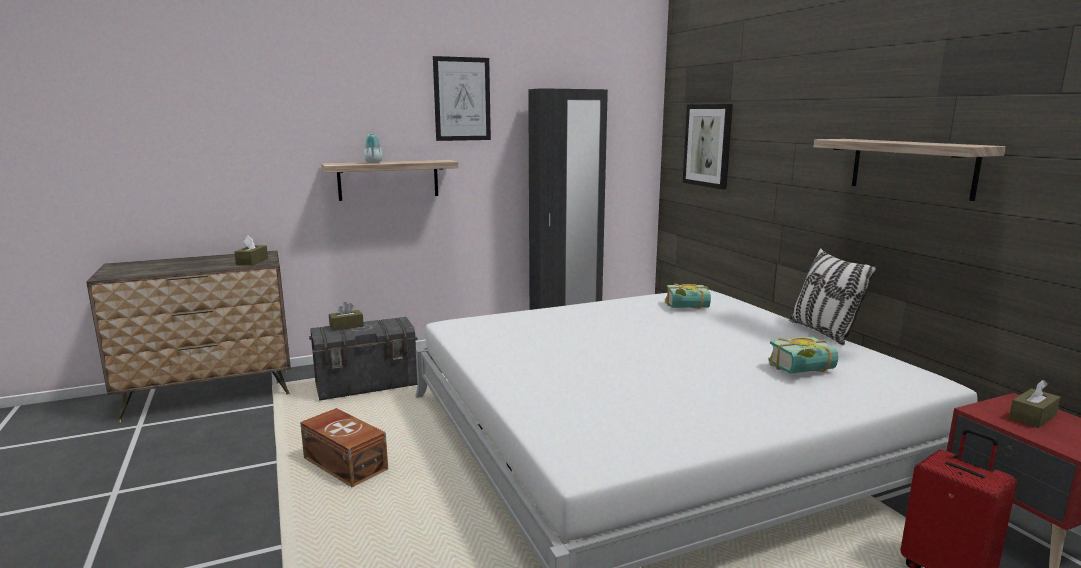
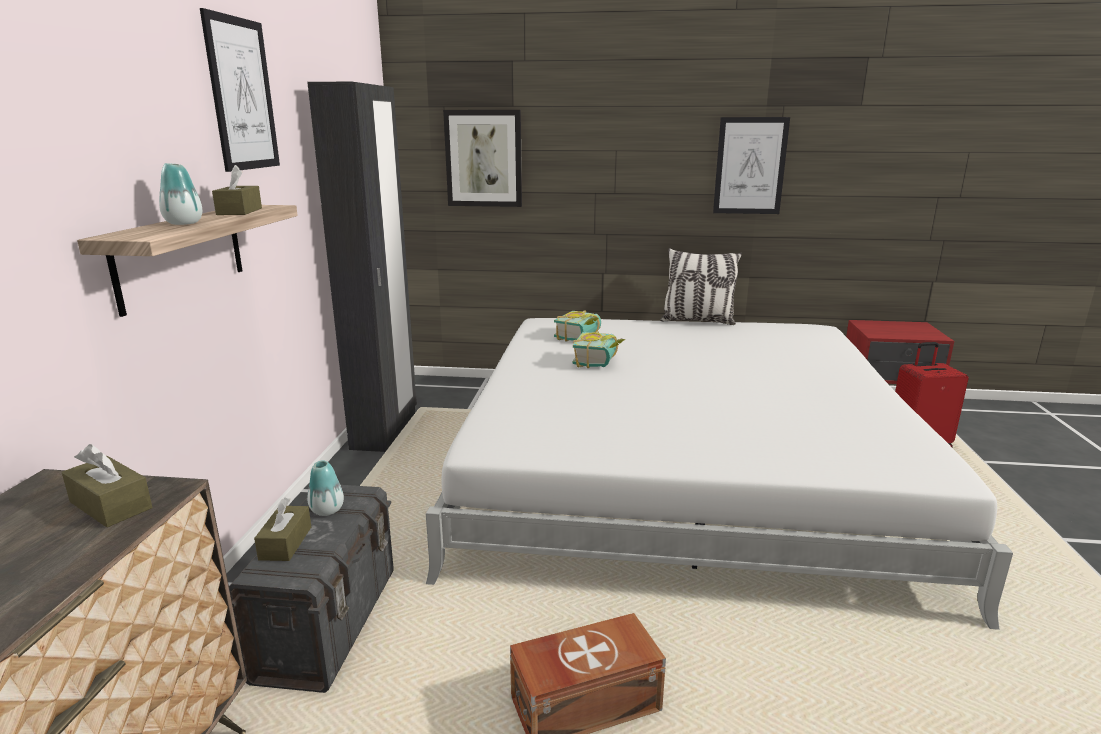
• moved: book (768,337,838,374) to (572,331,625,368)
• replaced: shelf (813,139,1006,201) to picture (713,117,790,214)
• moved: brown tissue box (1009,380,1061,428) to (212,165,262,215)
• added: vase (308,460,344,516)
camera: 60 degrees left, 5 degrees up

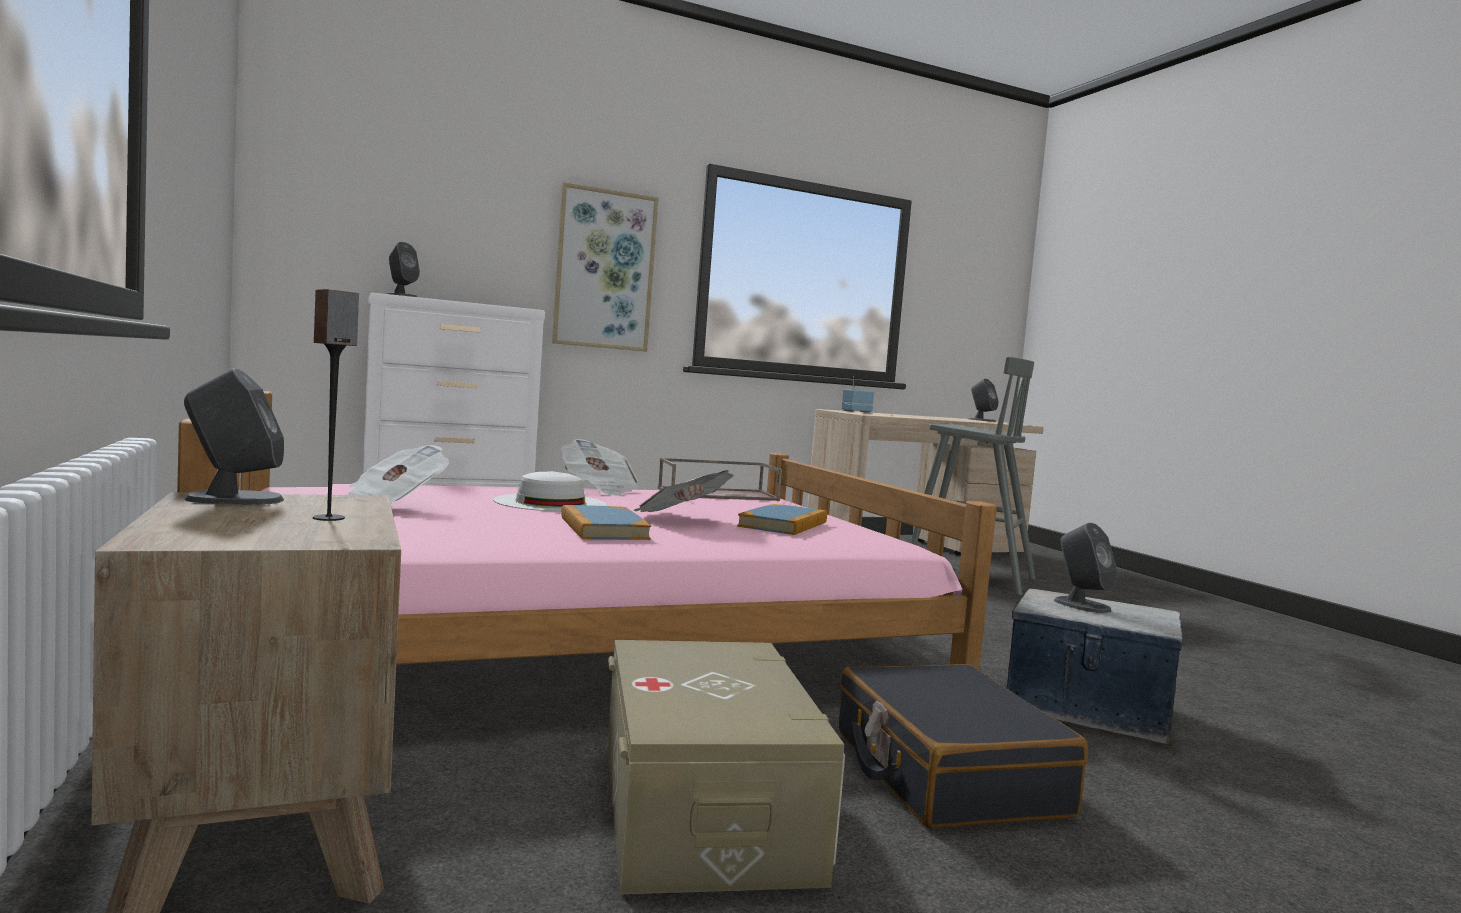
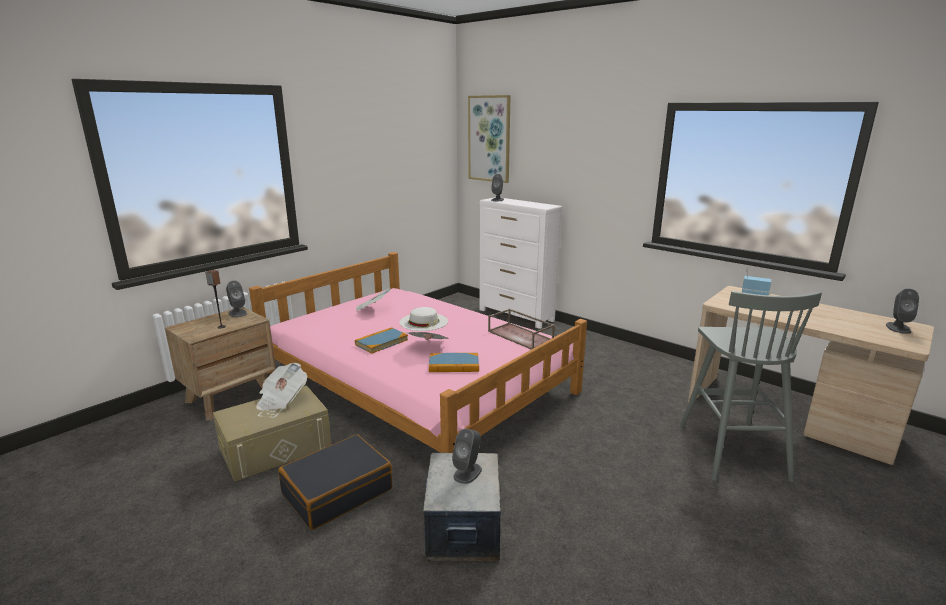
• moved: picture (552,182,659,351) to (468,95,511,183)
• moved: newspaper (561,439,640,496) to (256,363,307,410)
camera: 65 degrees right, 15 degrees up

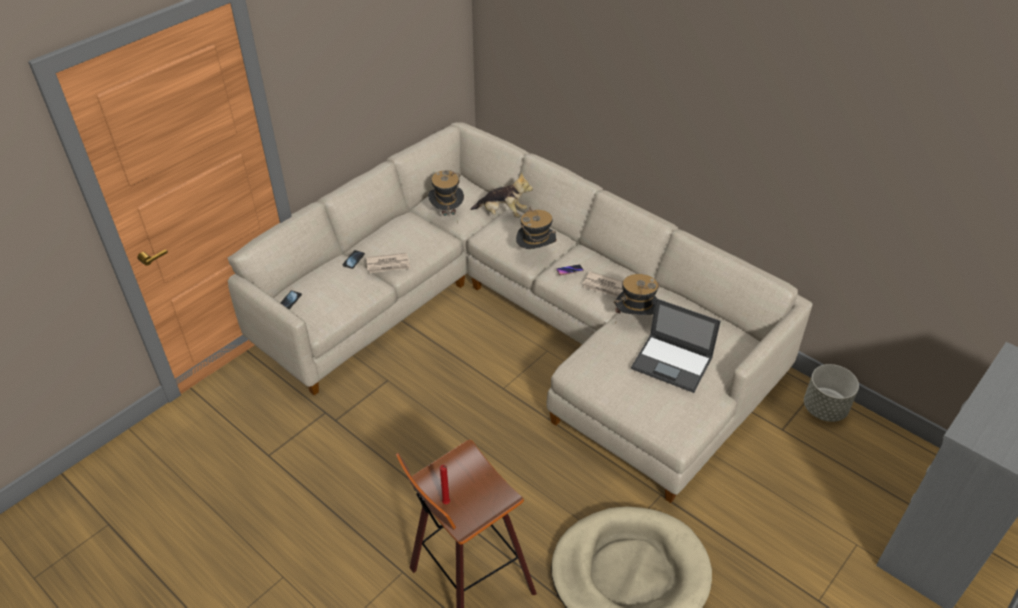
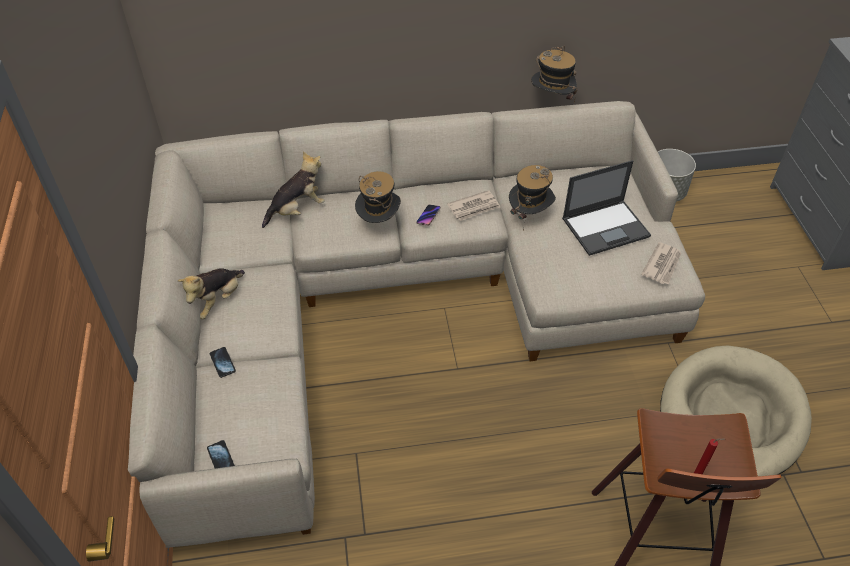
• moved: newspaper (366,253,411,273) to (641,242,681,284)
• moved: hat (428,170,464,223) to (531,46,577,103)
• added: plush toy (178,268,245,319)
camera: 50 degrees left, 5 degrees up

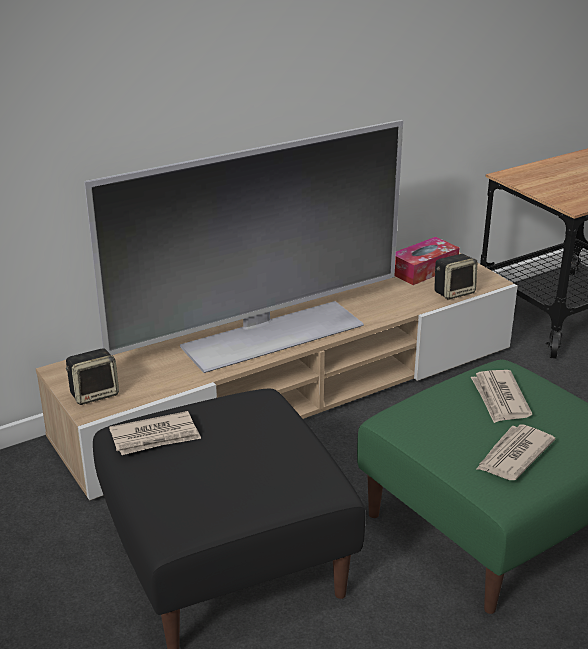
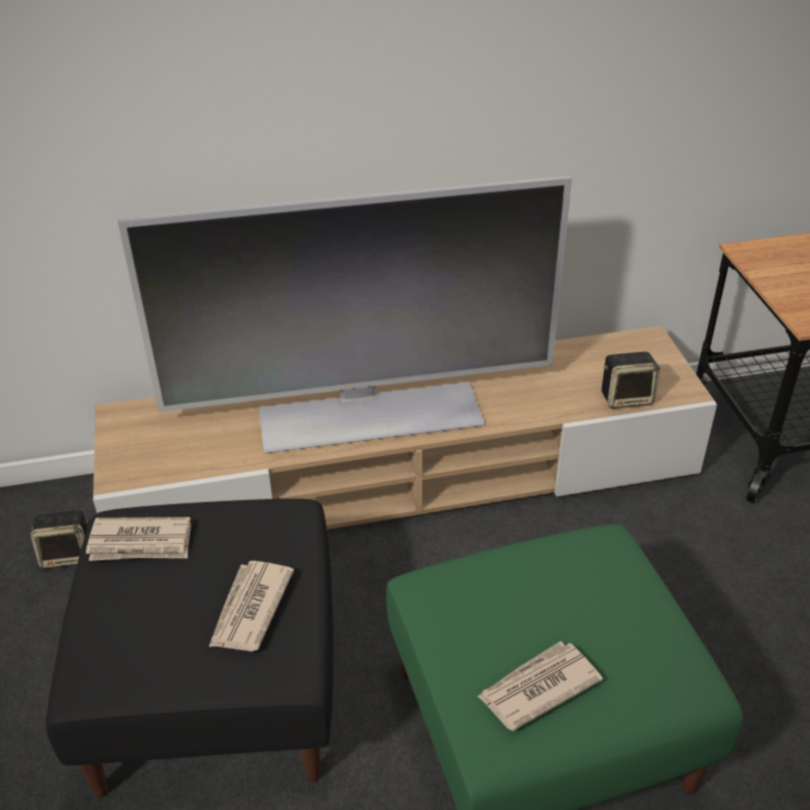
• moved: speaker (66,348,119,405) to (31,510,88,569)
• removed: tissue box (394,237,459,285)
• moved: newspaper (471,370,532,423) to (209,561,294,651)
camera: 20 degrees right, 10 degrees up

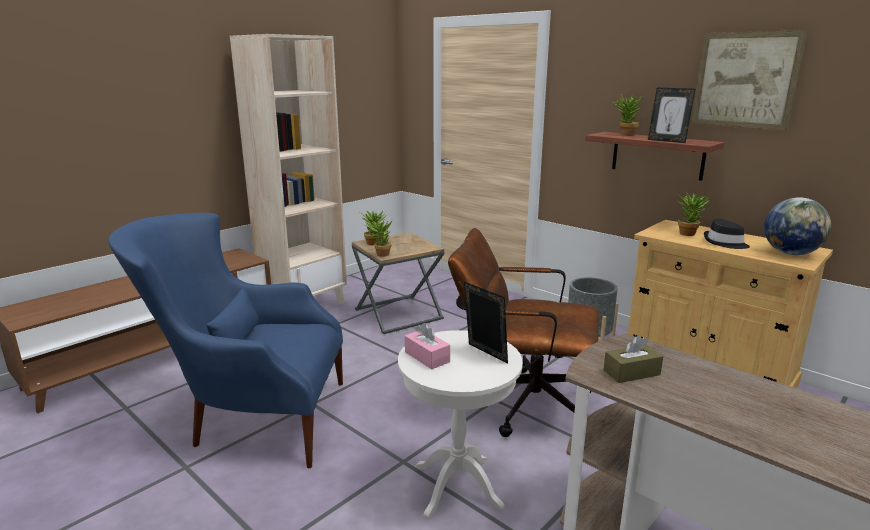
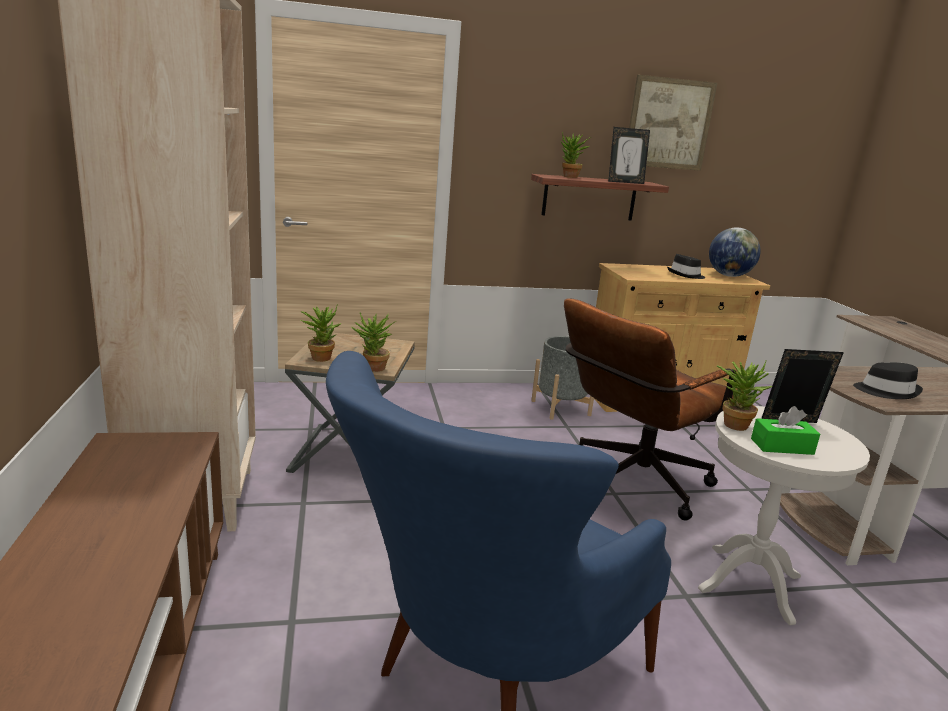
• recoloured: pink tissue box (405,323,450,369) to green tissue box (751,406,820,455)
• replaced: brown tissue box (604,336,663,383) to black hat (853,362,923,399)
• moved: potted plant (676,193,710,236) to (717,361,772,431)
camera: 55 degrees left, 0 degrees up

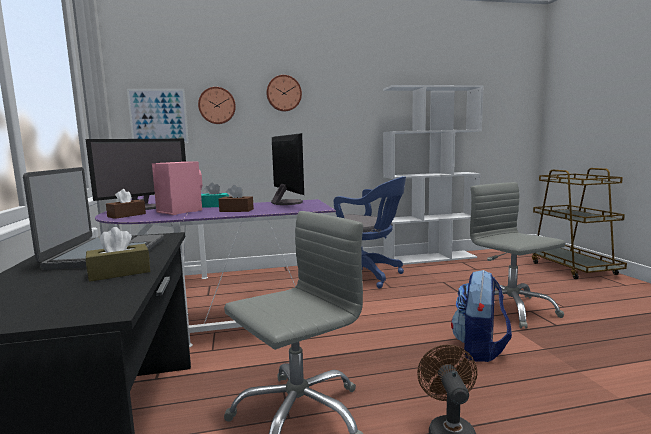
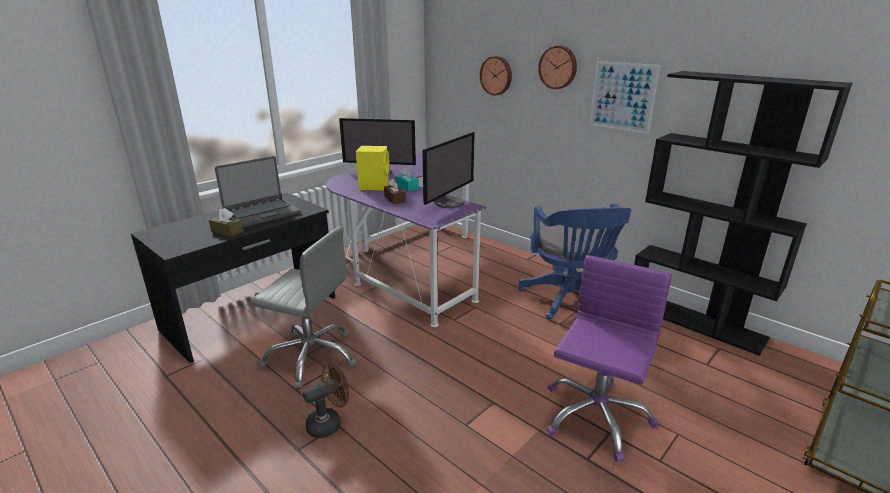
• removed: brown tissue box (106,189,146,219)
• moved: picture (127,89,189,143) to (589,61,660,134)
• recoloured: pink speaker (152,162,202,215) to yellow speaker (356,146,390,190)
• recoloured: white bookcase (383,85,484,265) to black bookcase (634,71,852,356)
• removed: backpack (451,270,512,362)
• recoloured: grey office chair (470,182,566,329) to purple office chair (546,255,672,462)
camera: 55 degrees right, 15 degrees up

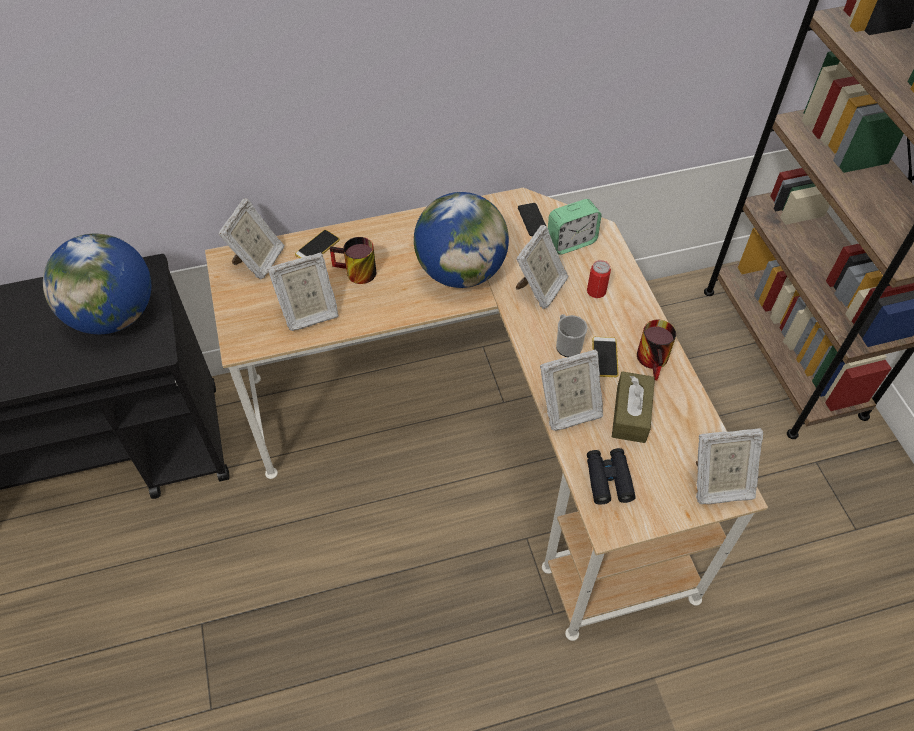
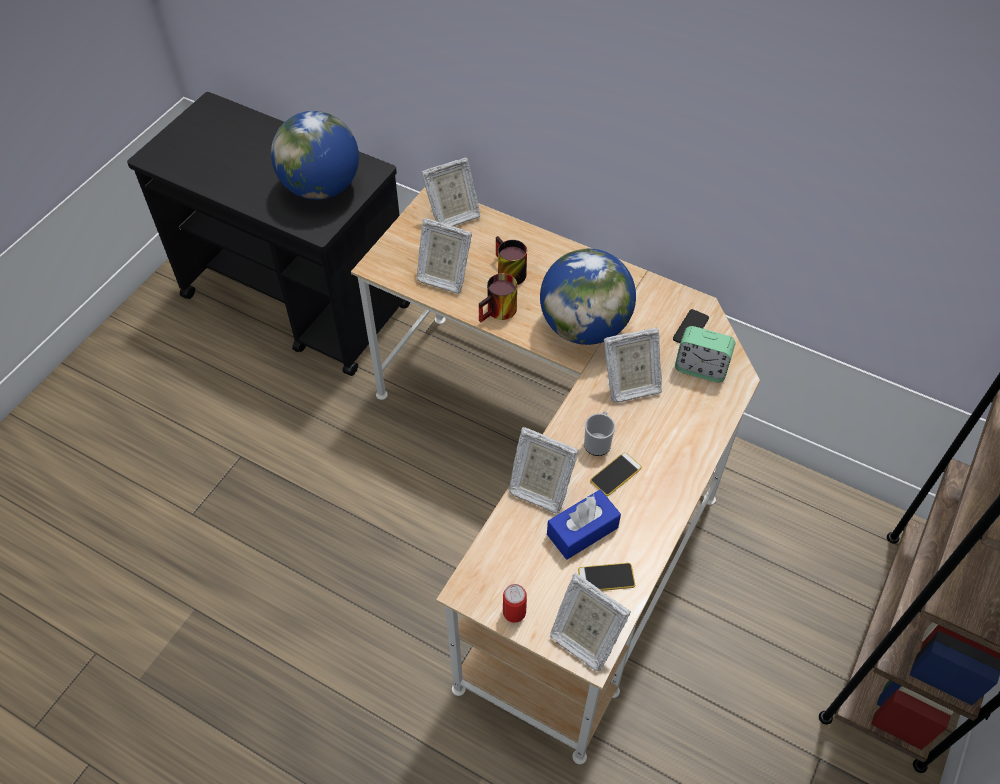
• moved: phone (295,230,340,258) to (578,563,635,591)
• moved: can (587,260,611,298) to (503,584,527,623)
• removed: black binoculars (587,448,636,505)
• recoloured: brown tissue box (612,372,655,443) to blue tissue box (547,490,621,560)
• moved: mug (637,319,676,380) to (479,273,517,322)
camera: 45 degrees right, 0 degrees up

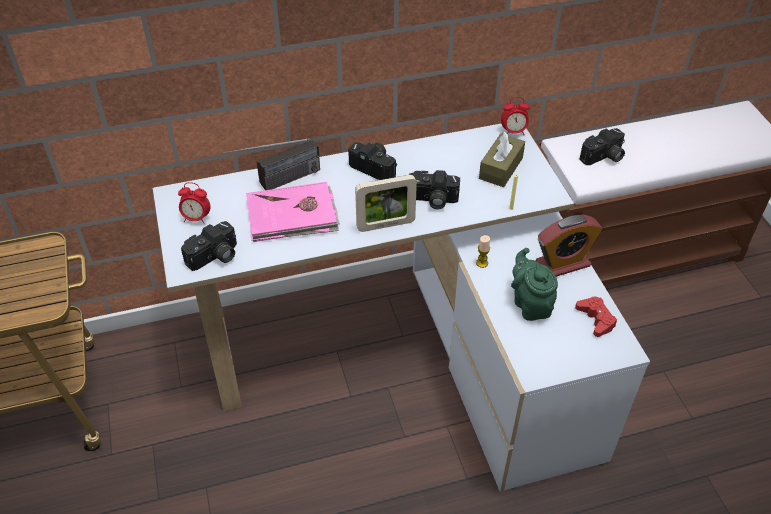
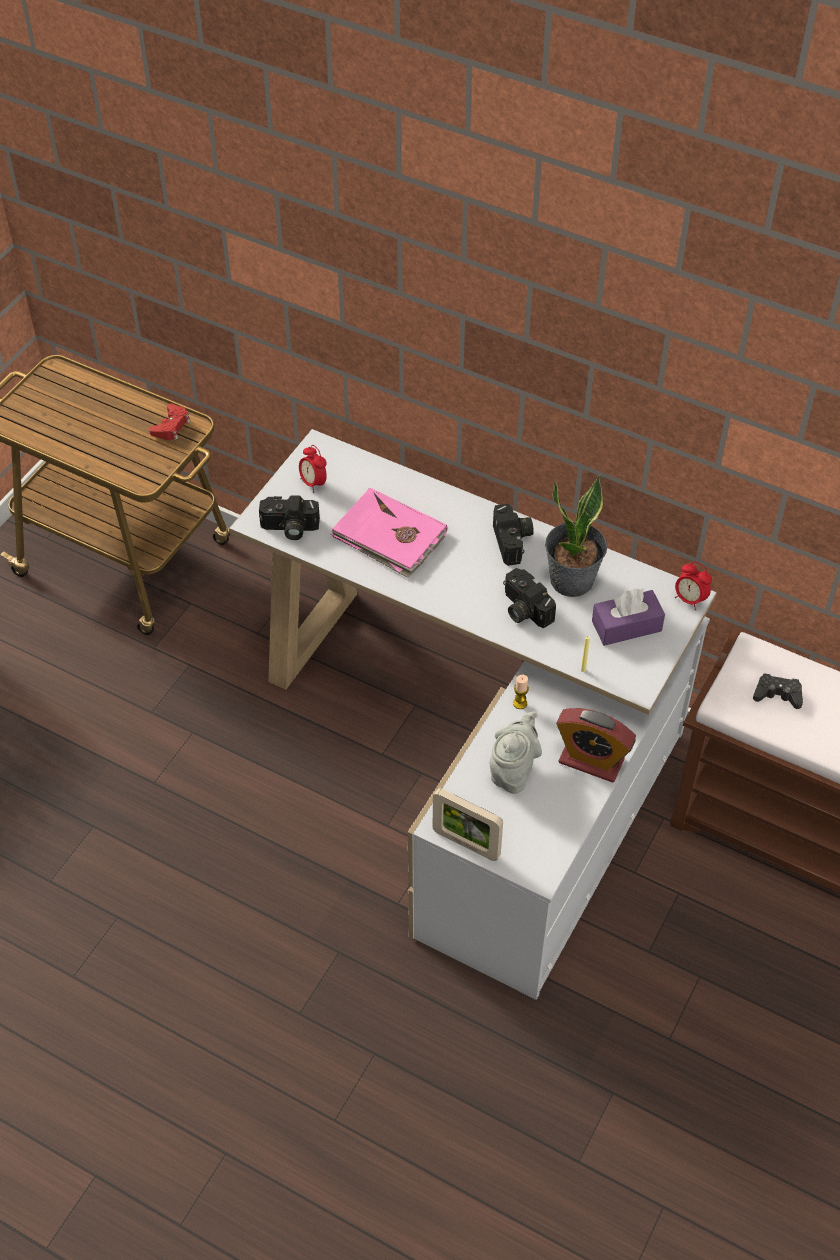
• removed: radio (222,138,320,190)
• moved: picture frame (355,175,417,232) to (433,788,503,861)
• recoloured: brown tissue box (479,132,525,187) to purple tissue box (592,589,665,646)
• recoloured: green teapot (511,248,558,321) to grey teapot (489,712,542,794)
• moved: red game controller (575,297,617,337) to (149,404,190,440)
• replaced: photo camera (579,128,625,165) to black game controller (753,673,803,709)
• added: potted plant (545,475,607,597)
camera: 45 degrees right, 5 degrees up

